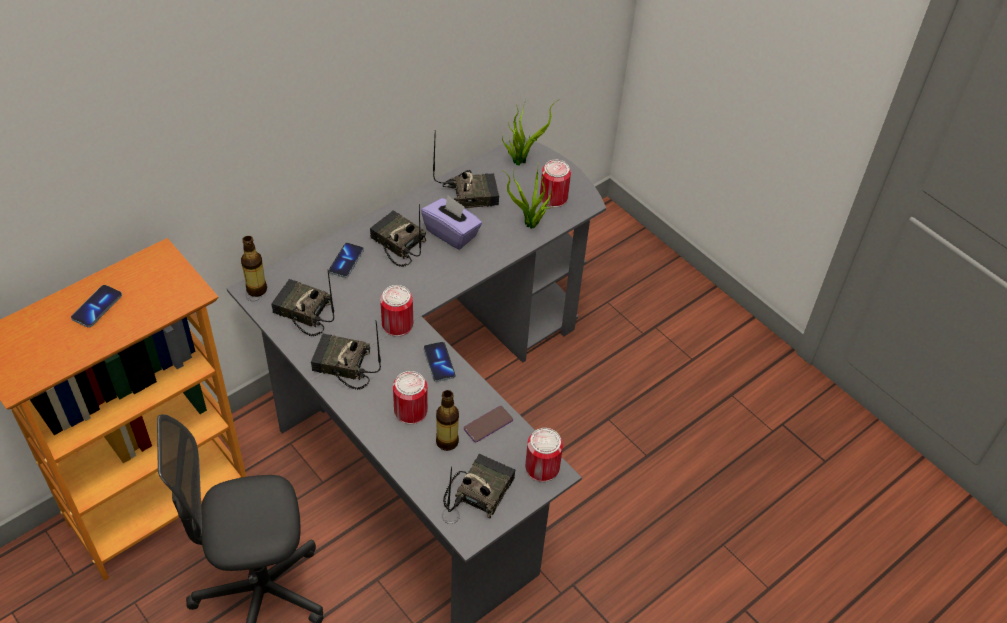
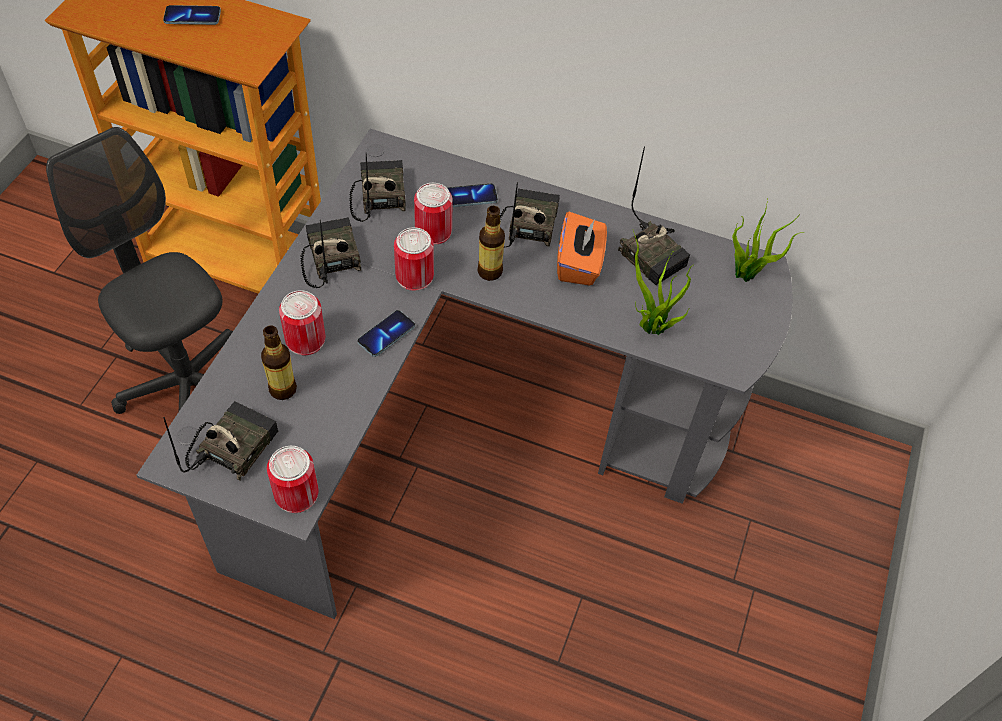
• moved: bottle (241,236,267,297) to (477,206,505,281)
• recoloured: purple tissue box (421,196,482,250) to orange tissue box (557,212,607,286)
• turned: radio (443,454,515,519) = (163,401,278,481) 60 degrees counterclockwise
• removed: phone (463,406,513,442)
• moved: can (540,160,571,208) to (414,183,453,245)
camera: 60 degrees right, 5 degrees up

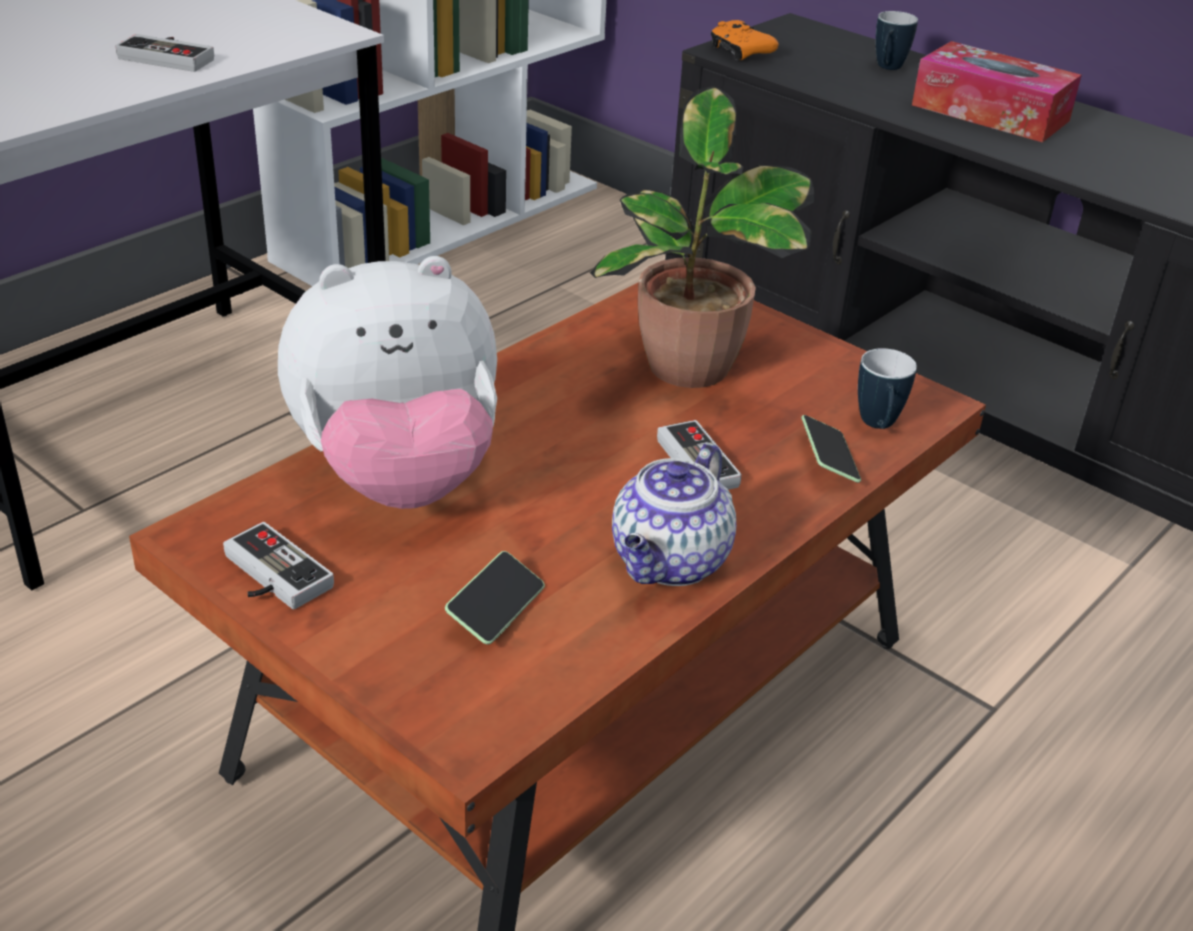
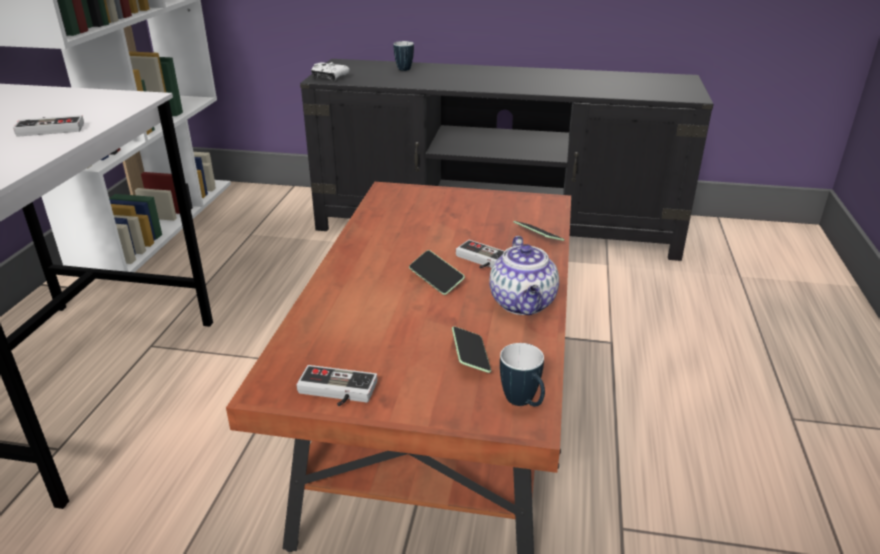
• removed: plush toy (278,256,497,509)
• removed: potted plant (590,87,814,388)
• recoloured: orange game controller (711,20,778,60) to white game controller (311,62,350,81)
• moved: mug (858,348,917,429) to (500,343,545,406)
• removed: tissue box (912,41,1082,142)
• added: phone (409,250,465,295)
camera: 30 degrees left, 5 degrees down

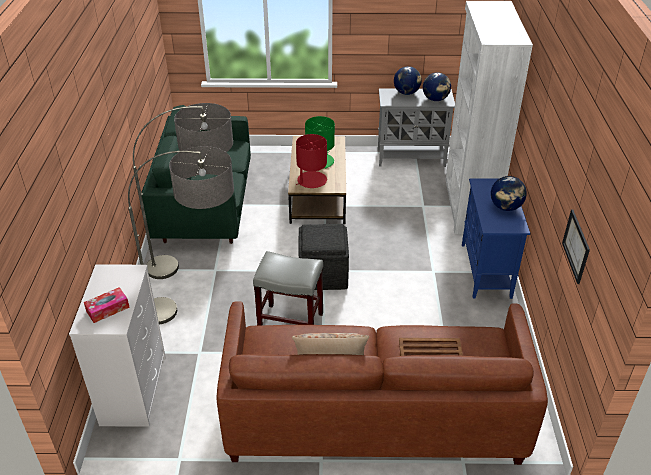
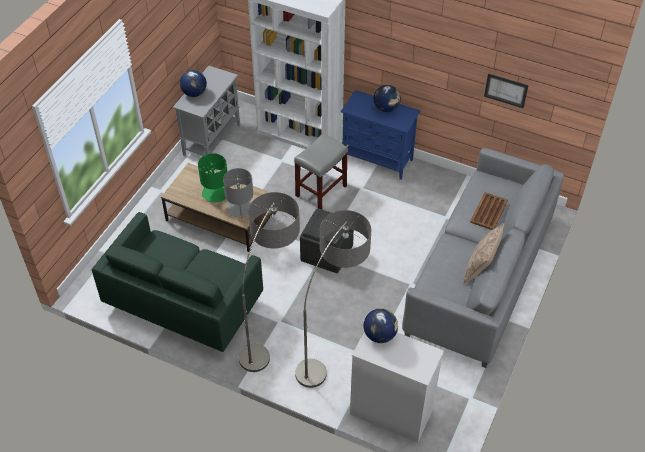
• removed: tissue box (84,287,130,323)
• recoloured: brown sofa (216,301,548,465) to grey sofa (402,148,564,368)
• moved: grey stool (253,251,323,326) to (294,133,348,209)
• recoloured: red table lamp (296,134,327,188) to grey table lamp (223,168,253,218)
• moved: globe (423,73,451,101) to (364,308,398,343)
camera: 65 degrees left, 10 degrees up

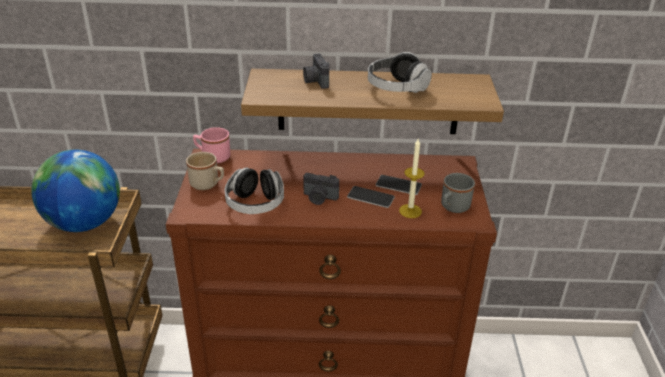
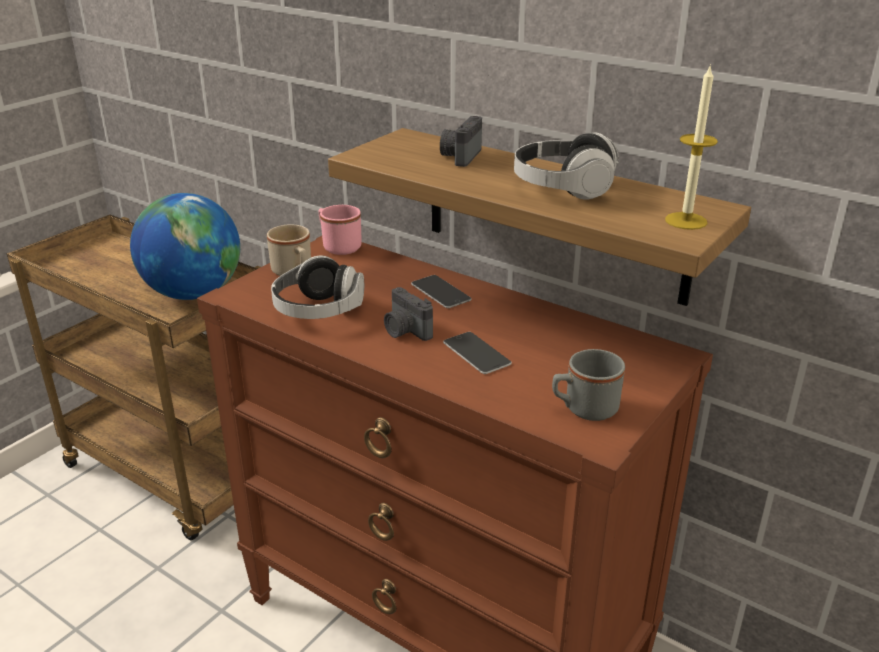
• moved: phone (376,175,422,195) to (411,275,472,308)
• moved: candle (399,139,425,218) to (665,64,718,230)
camera: 35 degrees right, 5 degrees down

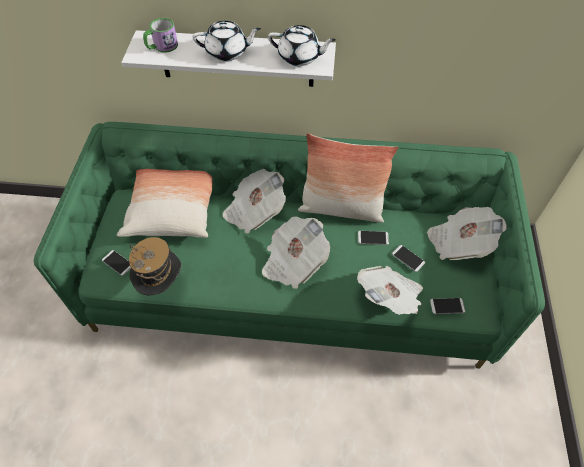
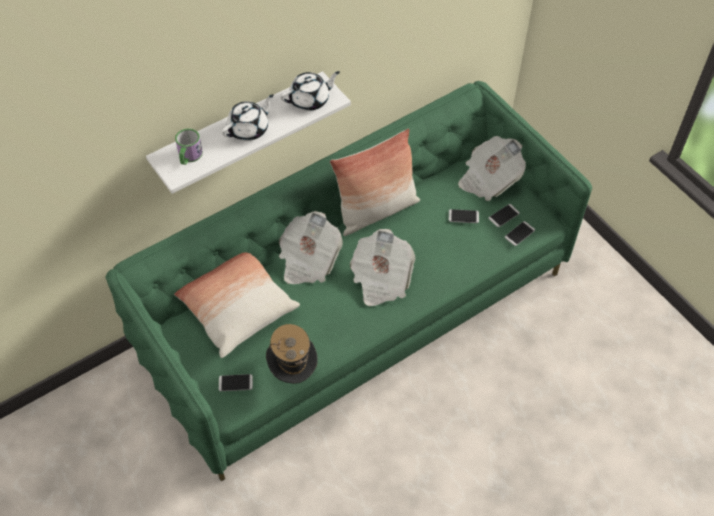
• removed: newspaper (357,266,423,315)
• moved: phone (358,231,389,245) to (489,204,520,227)
camera: 40 degrees left, 0 degrees up

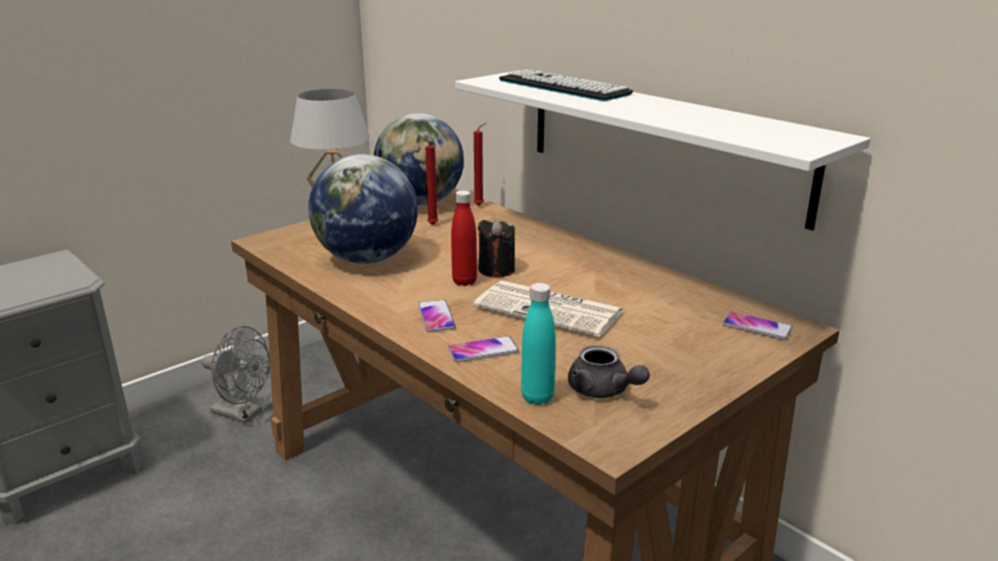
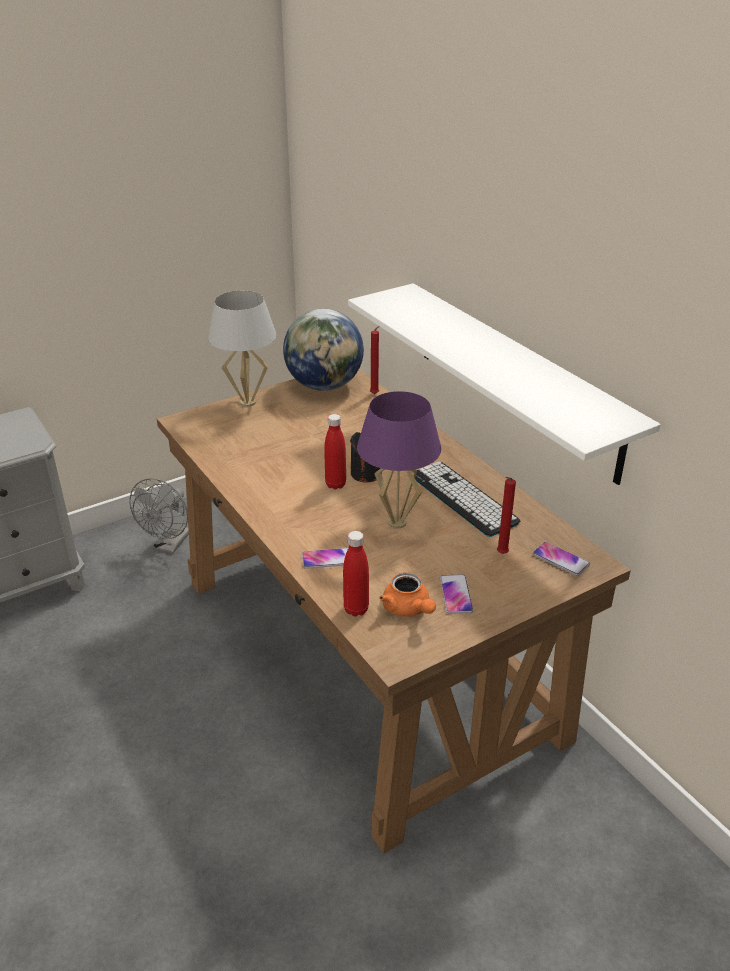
• turned: grey fan (202,326,270,423) = (129,478,189,554) 75 degrees clockwise
• removed: globe (308,154,418,264)
• moved: phone (418,300,456,332) to (440,574,473,614)
• moved: red candle (425,140,438,225) to (497,477,516,554)
• replaced: newspaper (473,281,624,338) to purple table lamp (357,391,441,528)
• moved: keyboard (499,69,633,101) to (415,461,520,537)
• recoloured: turquoise bottle (521,283,556,405) to red bottle (343,531,369,616)
• recoloured: grey teapot (568,345,650,398) to orange teapot (379,573,436,617)
camera: 10 degrees right, 10 degrees up

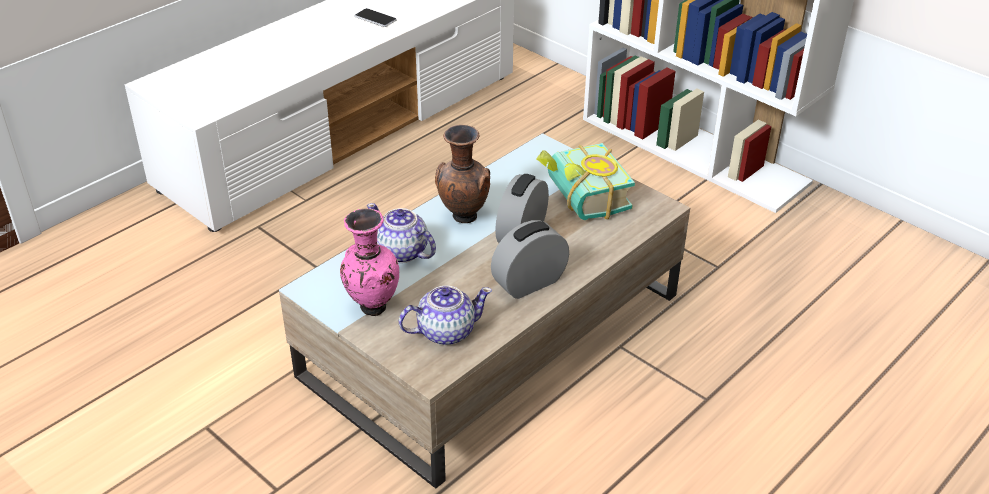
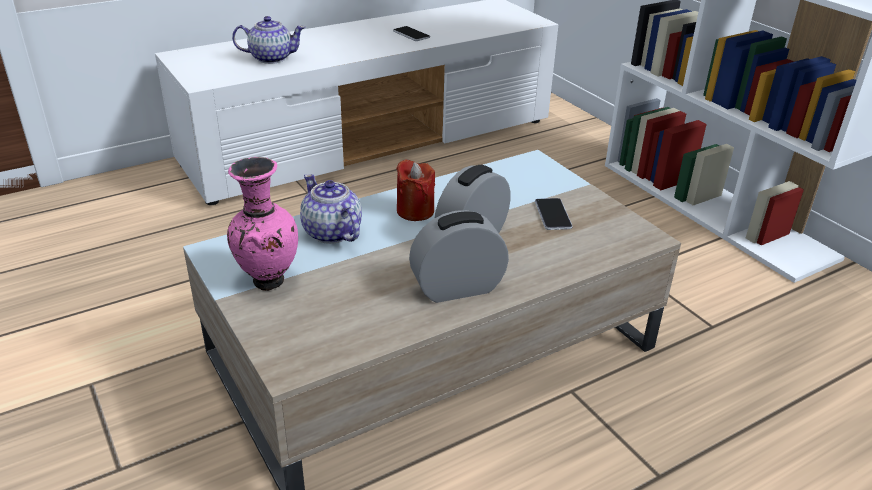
• moved: teapot (399,286,492,345) to (232,16,306,64)
• replaced: brown vase (435,124,490,224) to red candle (396,159,435,221)
• replaced: book (536,143,635,220) to phone (535,198,573,230)
camera: 15 degrees right, 5 degrees down

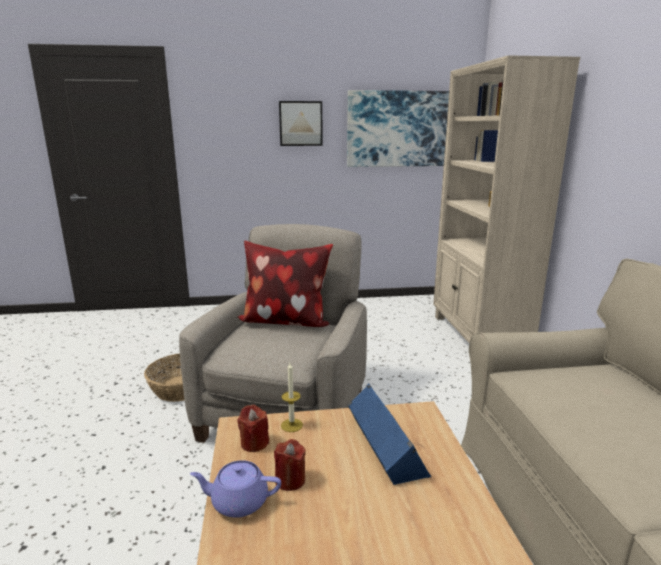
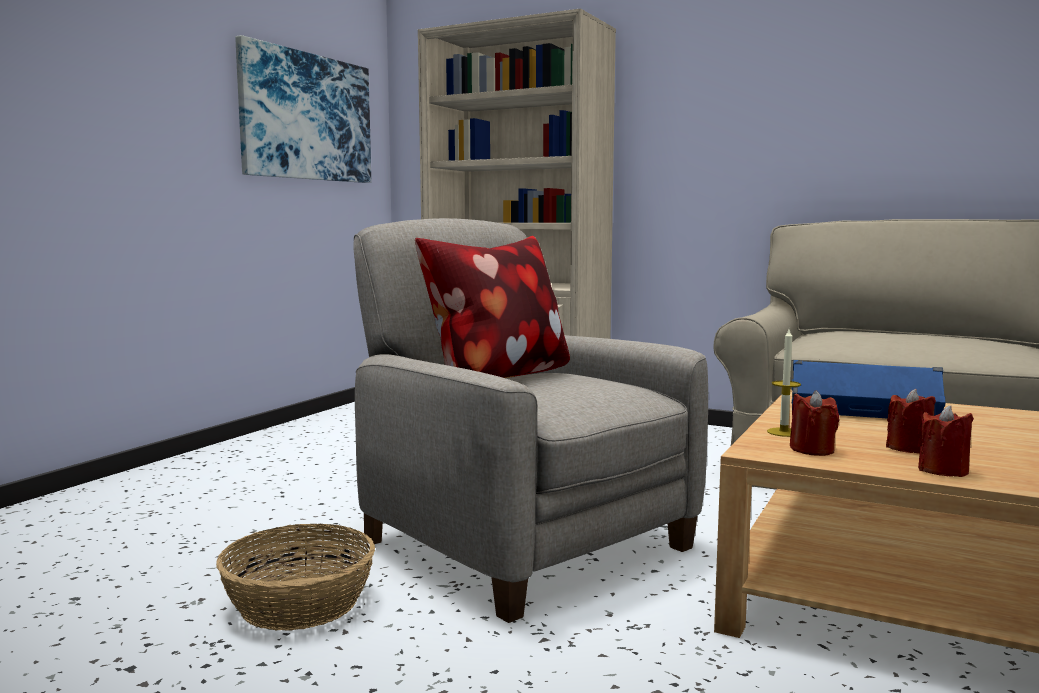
• replaced: purple teapot (190,460,281,518) to red candle (918,405,974,477)
• removed: picture (279,101,323,146)
camera: 55 degrees left, 10 degrees down

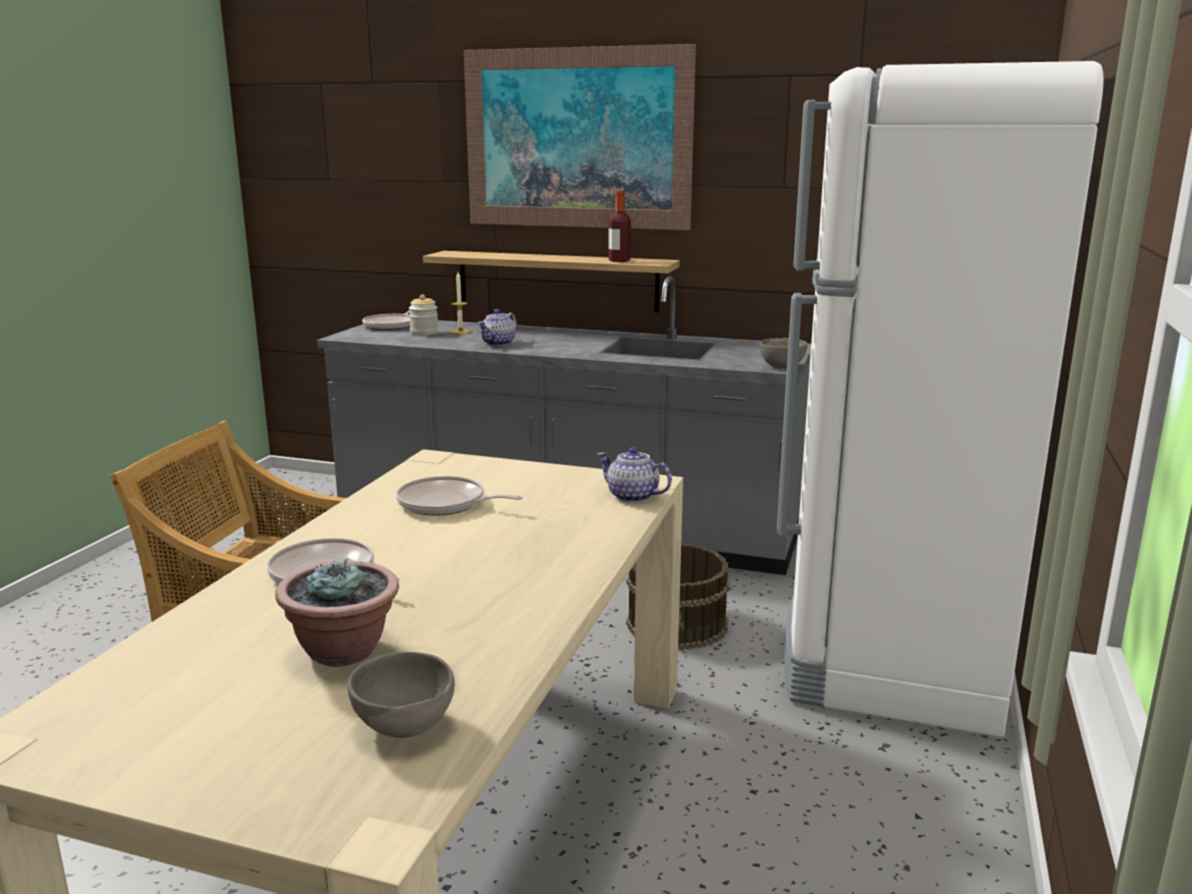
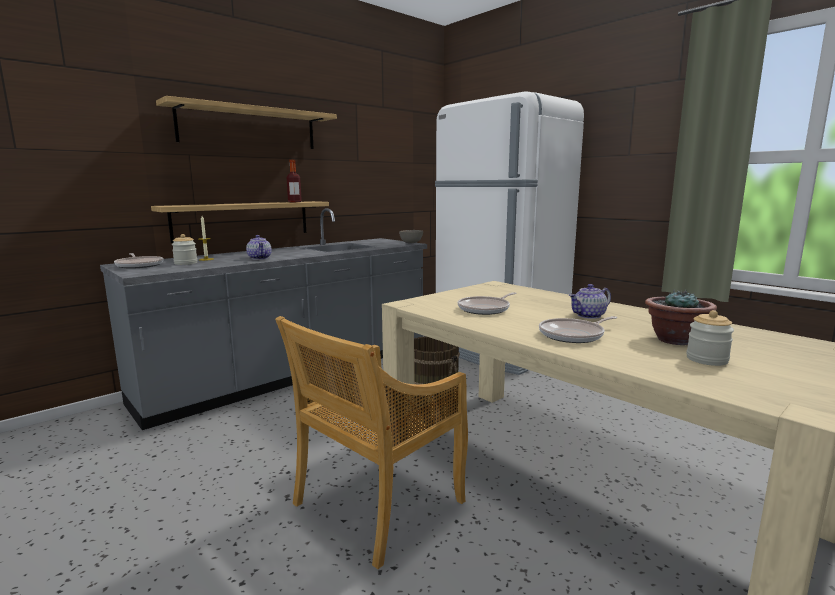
• removed: grey bowl (347,652,455,738)
• replaced: picture (464,44,696,230) to shelf (156,96,337,149)
• moved: teapot (597,447,672,503) to (569,284,611,319)
• added: jar (686,310,734,366)
camera: 60 degrees left, 5 degrees down

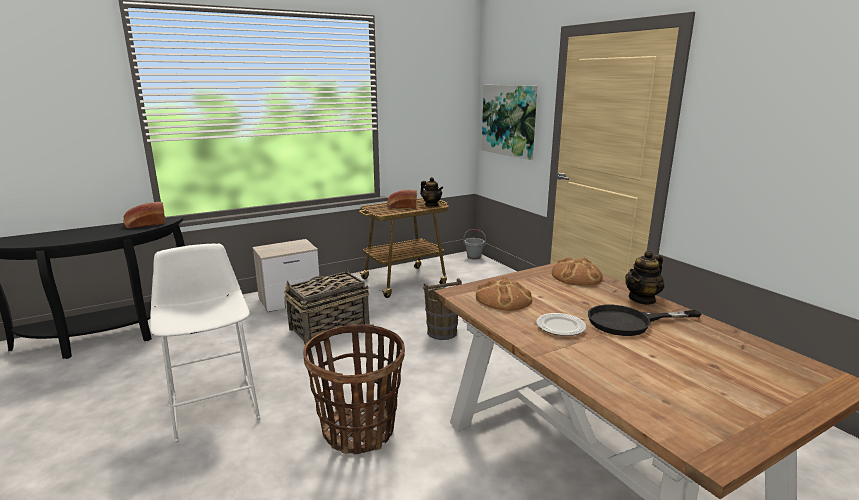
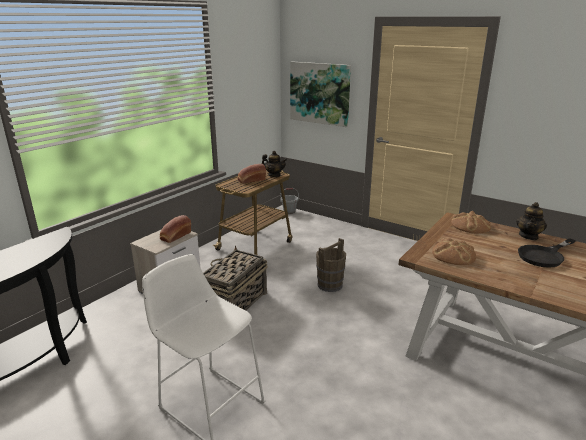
• moved: bread (123,202,165,228) to (160,215,191,243)
• removed: basket (303,324,405,455)
• removed: plate (536,313,586,336)
camera: 25 degrees left, 5 degrees up

